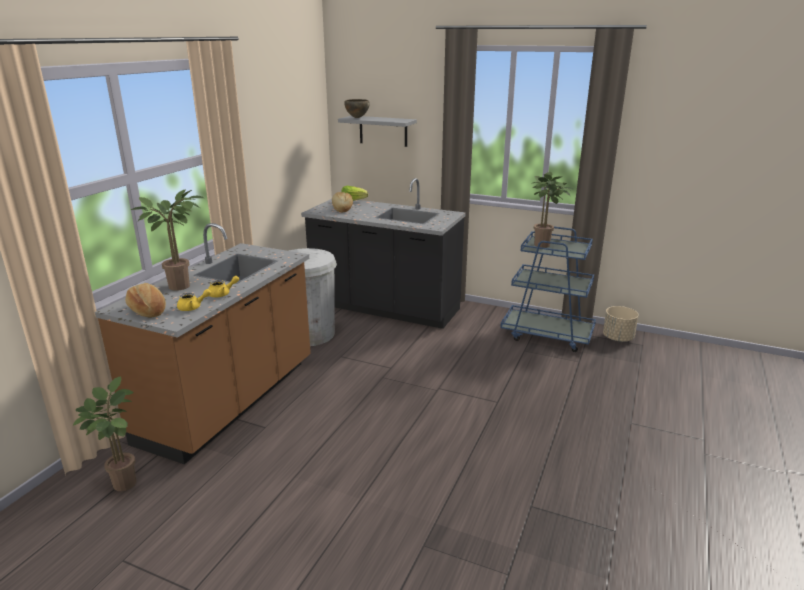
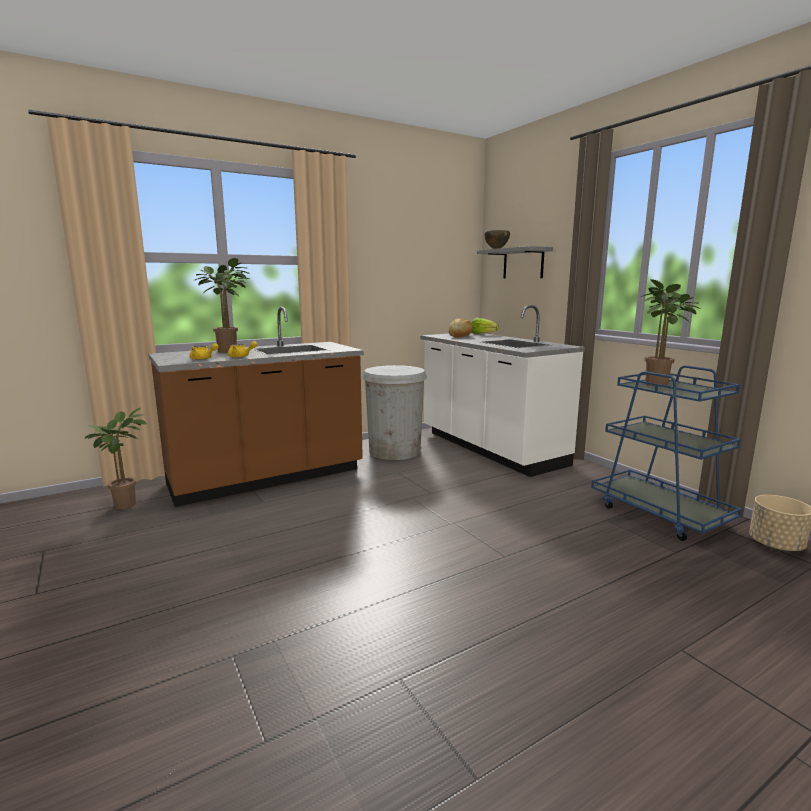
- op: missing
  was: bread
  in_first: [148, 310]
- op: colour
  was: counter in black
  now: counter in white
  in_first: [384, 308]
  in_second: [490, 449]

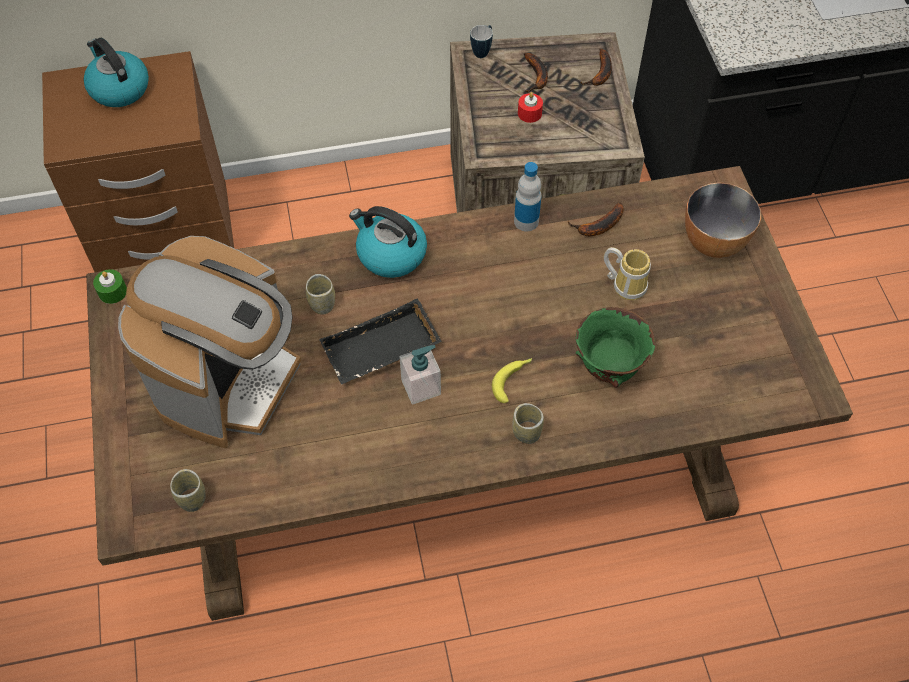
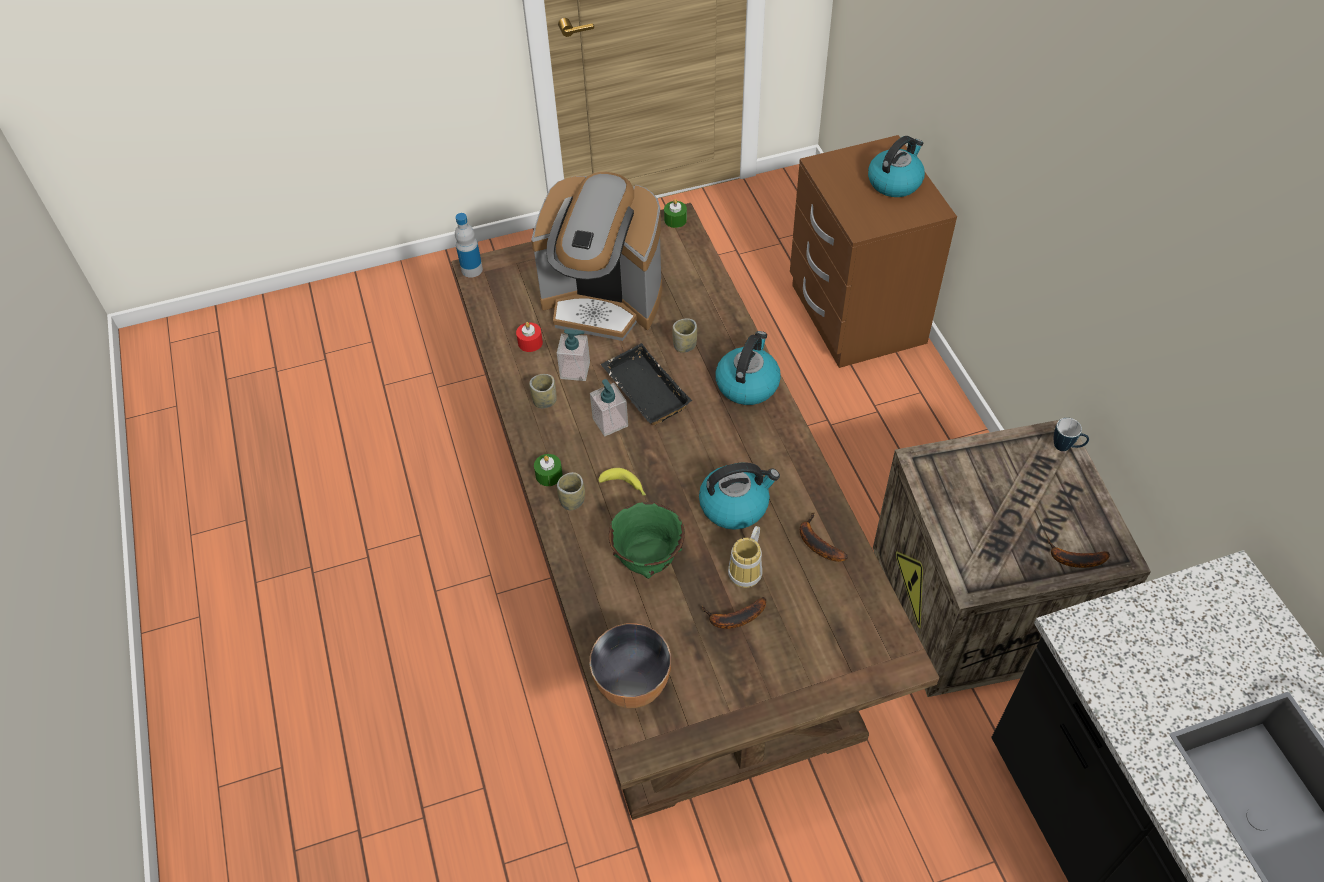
- op: relocated
  was: cup
  in_first: [192, 499]
  in_second: [545, 401]
- op: relocated
  was: bottle
  in_first: [526, 221]
  in_second: [472, 269]
- op: relocated
  was: candle in red
  in_first: [529, 113]
  in_second: [530, 342]
- op: relocated
  was: banana
  in_first: [536, 77]
  in_second: [733, 618]
- op: relocated
  was: bowl
  in_first: [713, 242]
  in_second: [632, 684]
- op: appeared
  now: candle in green
  in_second: [549, 475]
- op: appeared
  now: soap dispenser
  in_second: [575, 370]
- op: appeared
  now: kettle
  in_second: [735, 505]

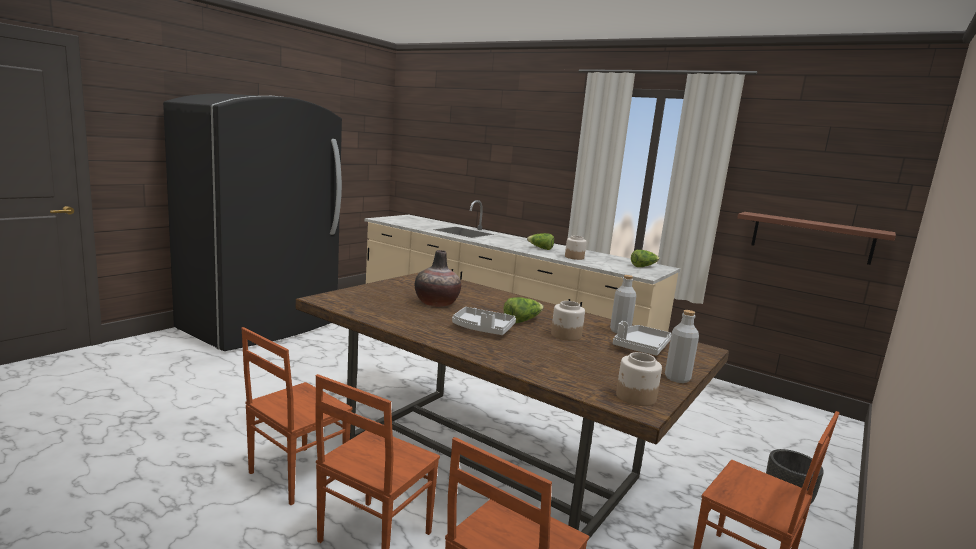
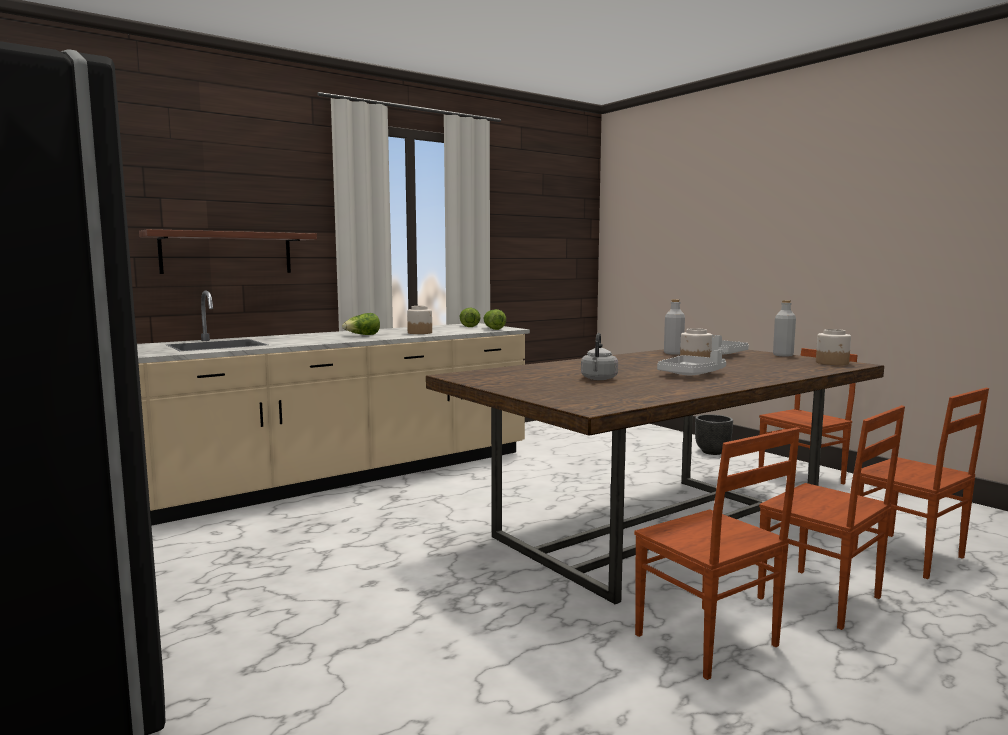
- op: exchanged
  was: vase
  now: kettle in grey
  in_first: [436, 303]
  in_second: [598, 379]
- op: relocated
  was: lettuce
  in_first: [522, 321]
  in_second: [493, 328]
- op: relocated
  was: shelf
  in_first: [811, 237]
  in_second: [227, 253]

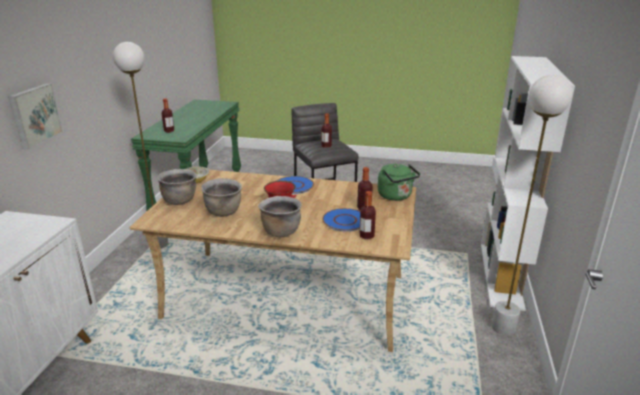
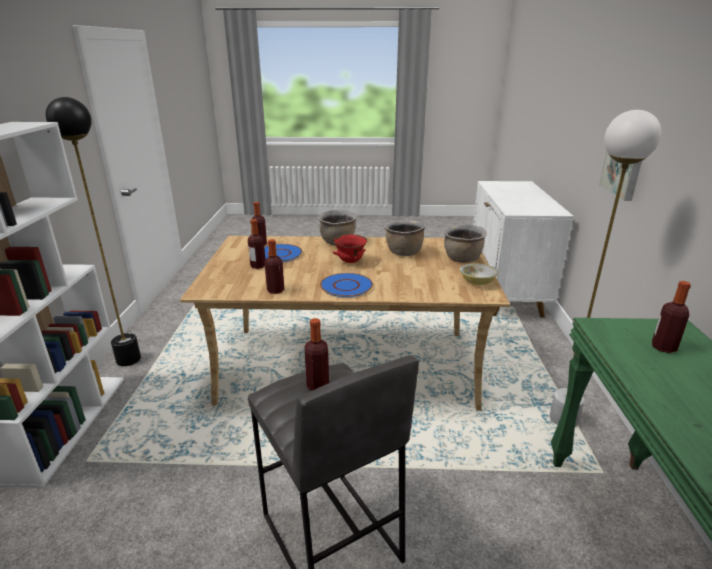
- op: missing
  was: kettle in green
  in_first: [396, 196]
- op: colour
  was: floor lamp in white
  now: floor lamp in black
  in_first: [503, 328]
  in_second: [128, 359]
- op: appeared
  now: bottle
  in_second: [275, 290]

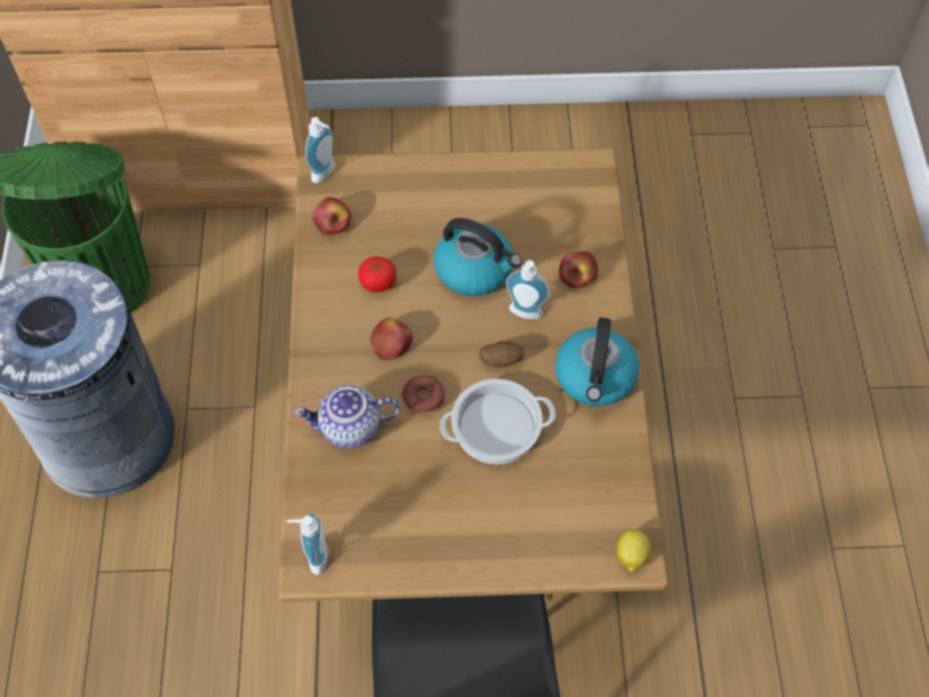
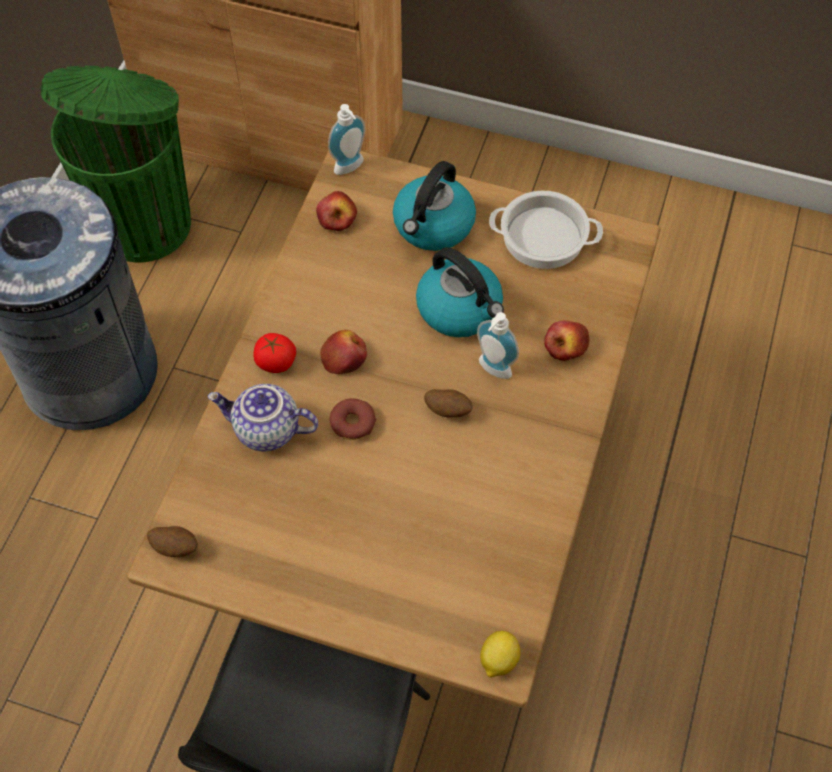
- op: exchanged
  was: soap dispenser
  now: potato
  in_first: [313, 556]
  in_second: [175, 547]
- op: relocated
  was: tomato
  in_first: [378, 283]
  in_second: [276, 362]
- op: relocated
  was: cooking pot
  in_first: [496, 428]
  in_second: [542, 237]
- op: relocated
  was: kettle
  in_first: [595, 378]
  in_second: [433, 226]

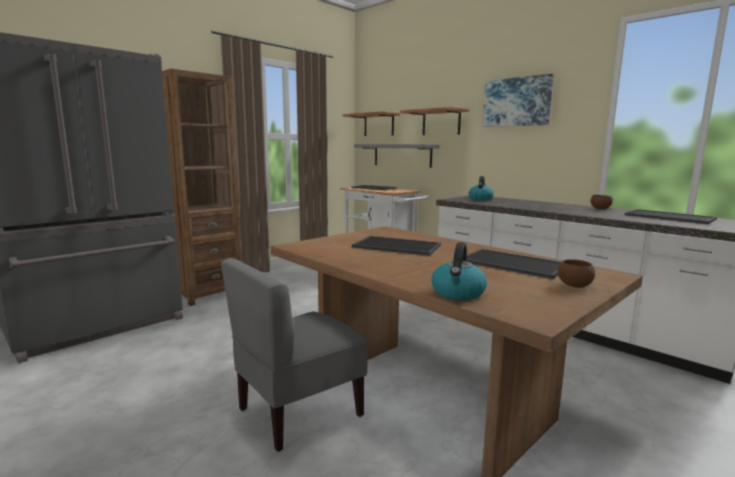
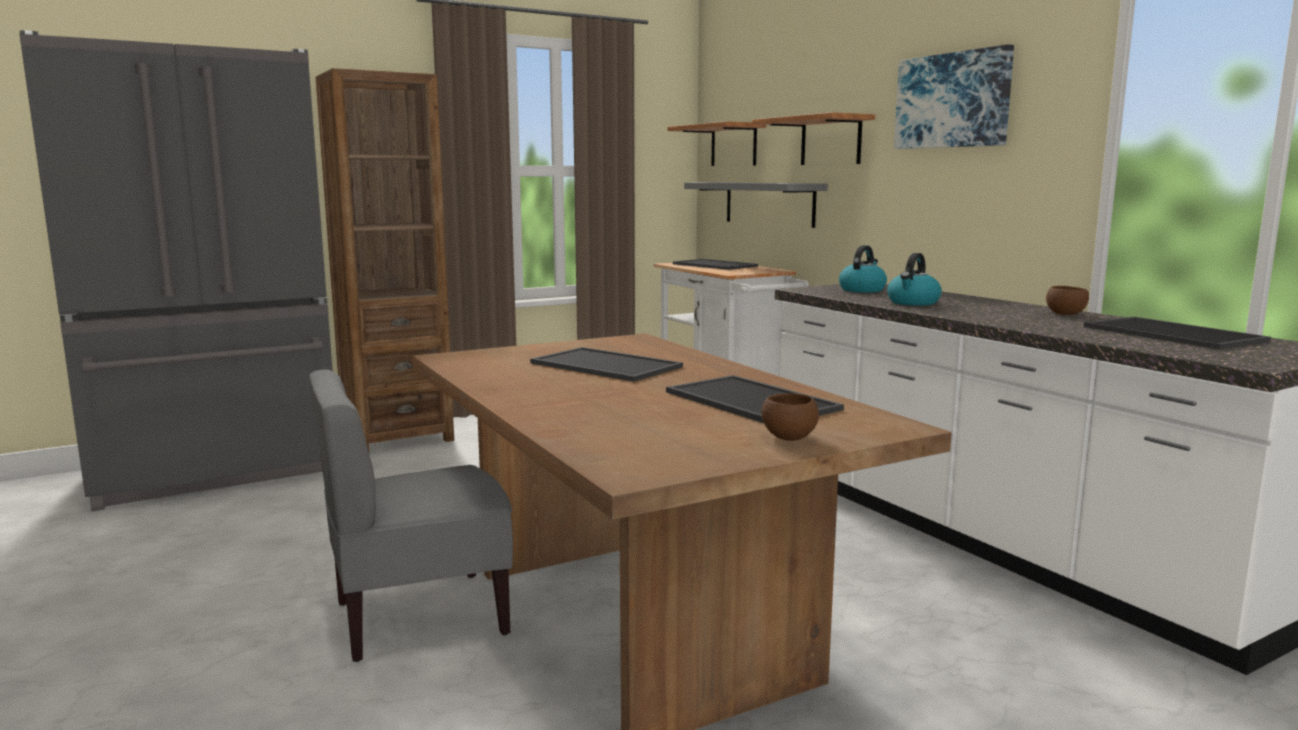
- op: relocated
  was: kettle
  in_first: [458, 293]
  in_second: [913, 302]

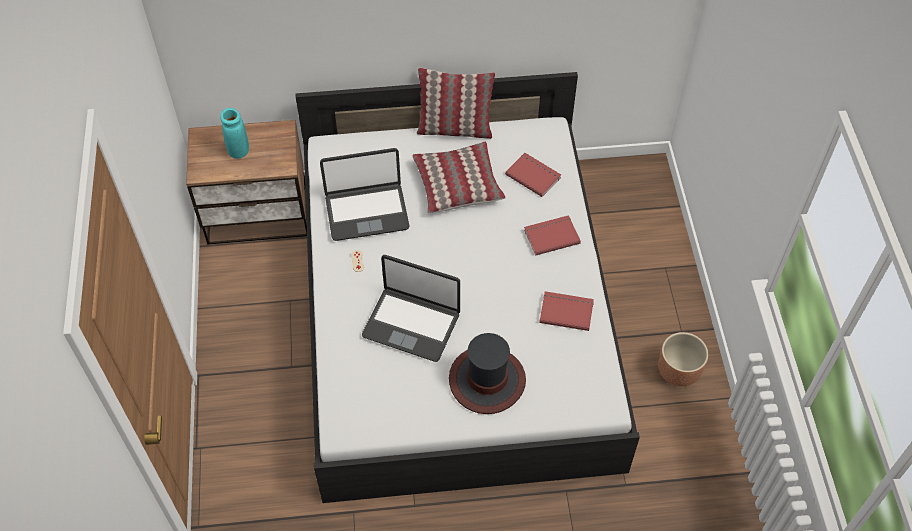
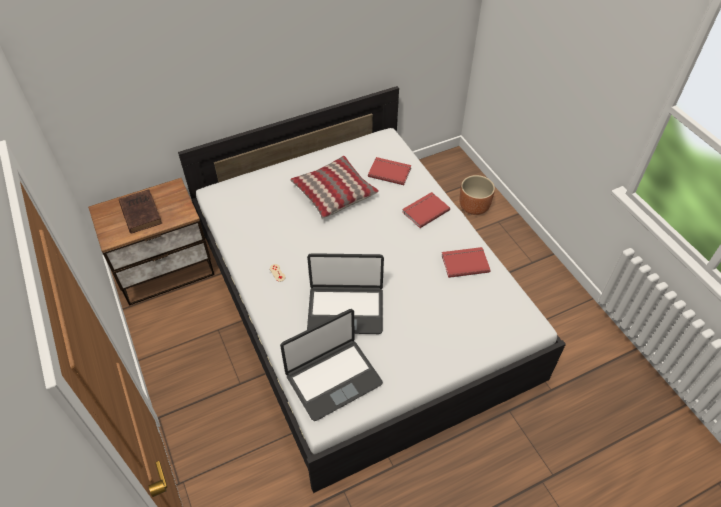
- op: exchanged
  was: vase in turquoise
  now: book in brown
  in_first: [239, 151]
  in_second: [140, 212]
- op: relocated
  was: laptop
  in_first: [366, 212]
  in_second: [333, 379]
- op: missing
  was: pillow
  in_first: [455, 128]
- op: missing
  was: hat
  in_first: [487, 380]
- op: relocated
  was: planter in brown
  in_first: [679, 372]
  in_second: [474, 207]

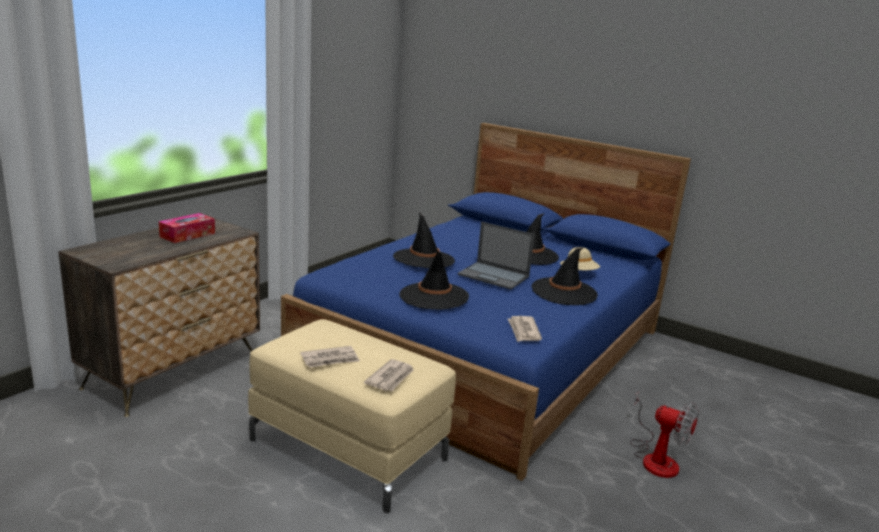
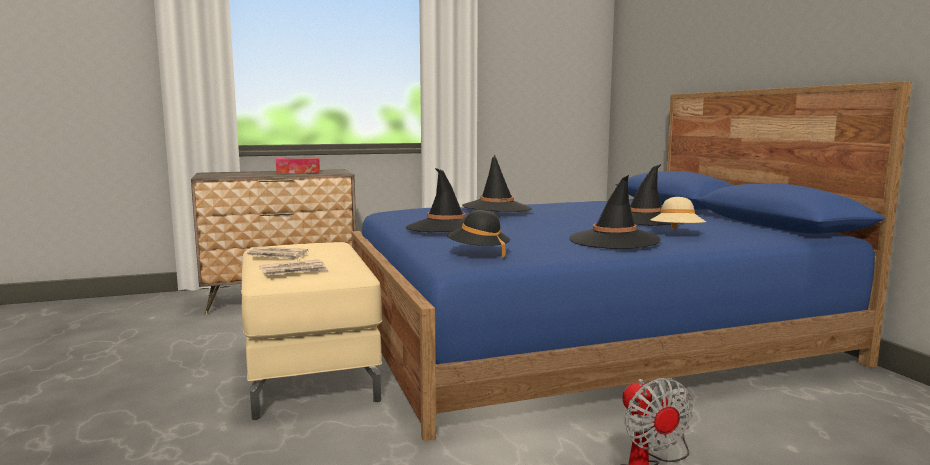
- op: missing
  was: laptop
  in_first: [494, 276]
- op: exchanged
  was: newspaper
  now: hat in black
  in_first: [523, 331]
  in_second: [478, 253]

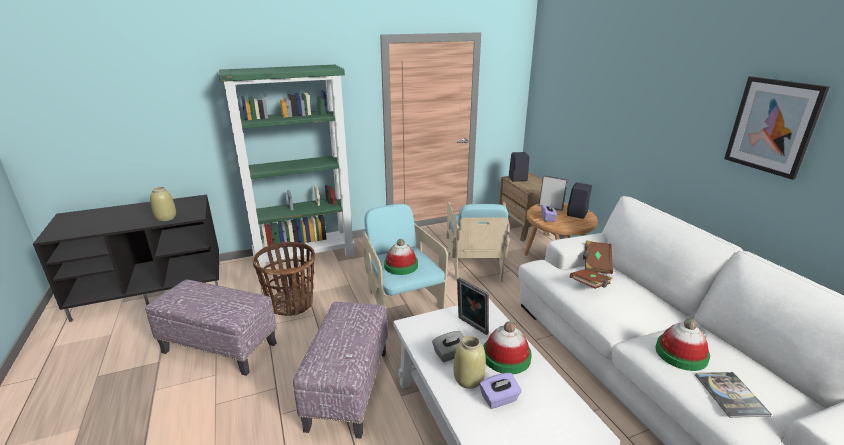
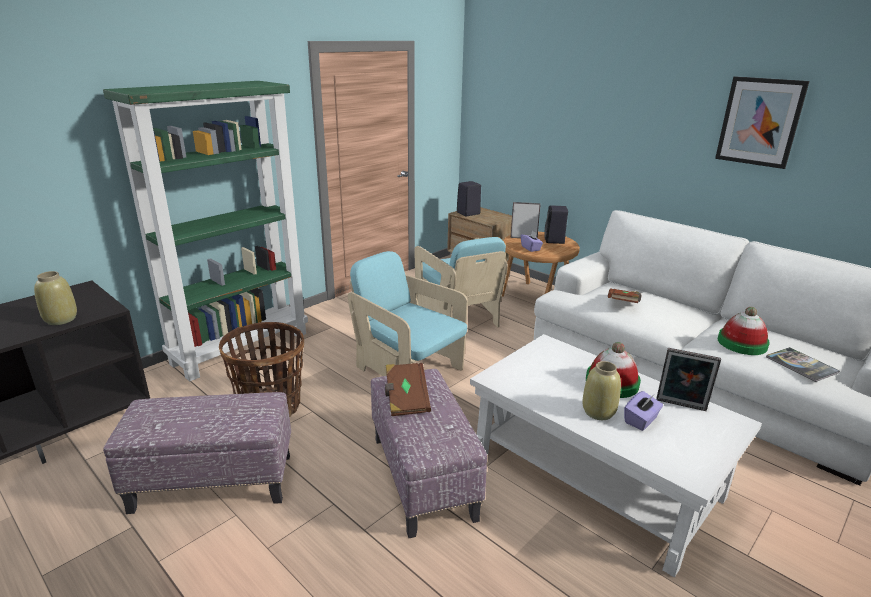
- op: missing
  was: hat
  in_first: [401, 266]
- op: missing
  was: tissue box in grey
  in_first: [450, 354]
- op: relocated
  was: picture frame
  in_first: [471, 326]
  in_second: [680, 406]
- op: relocated
  was: book in brown
  in_first: [596, 264]
  in_second: [406, 399]

